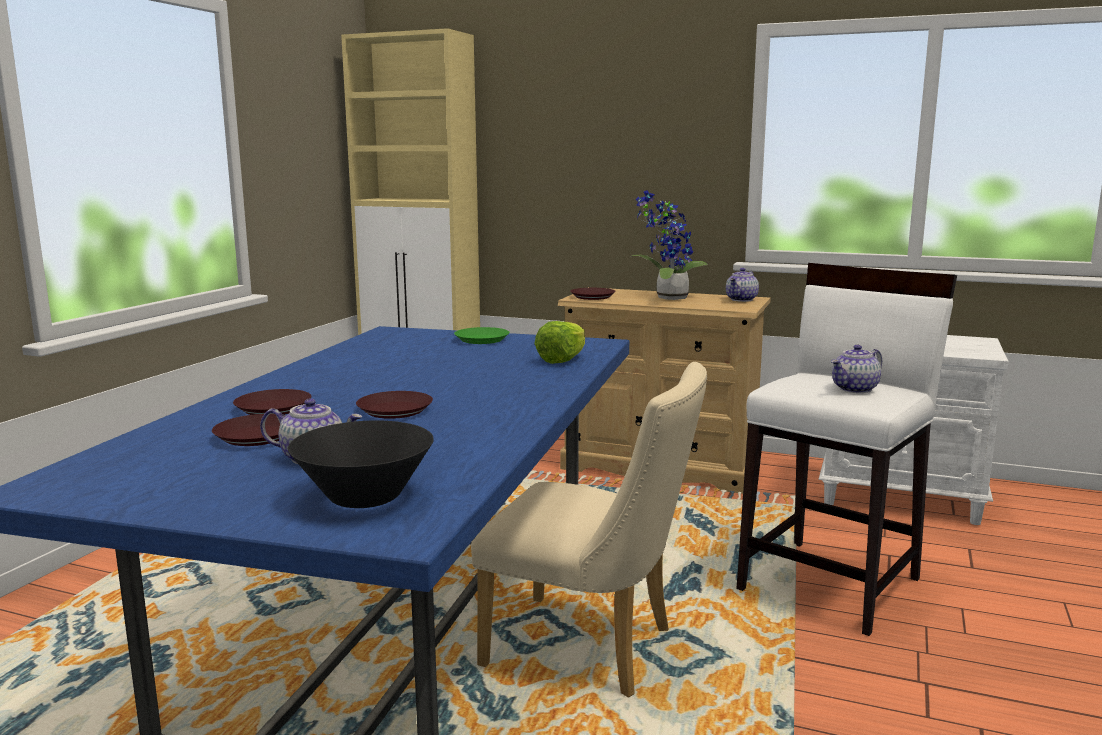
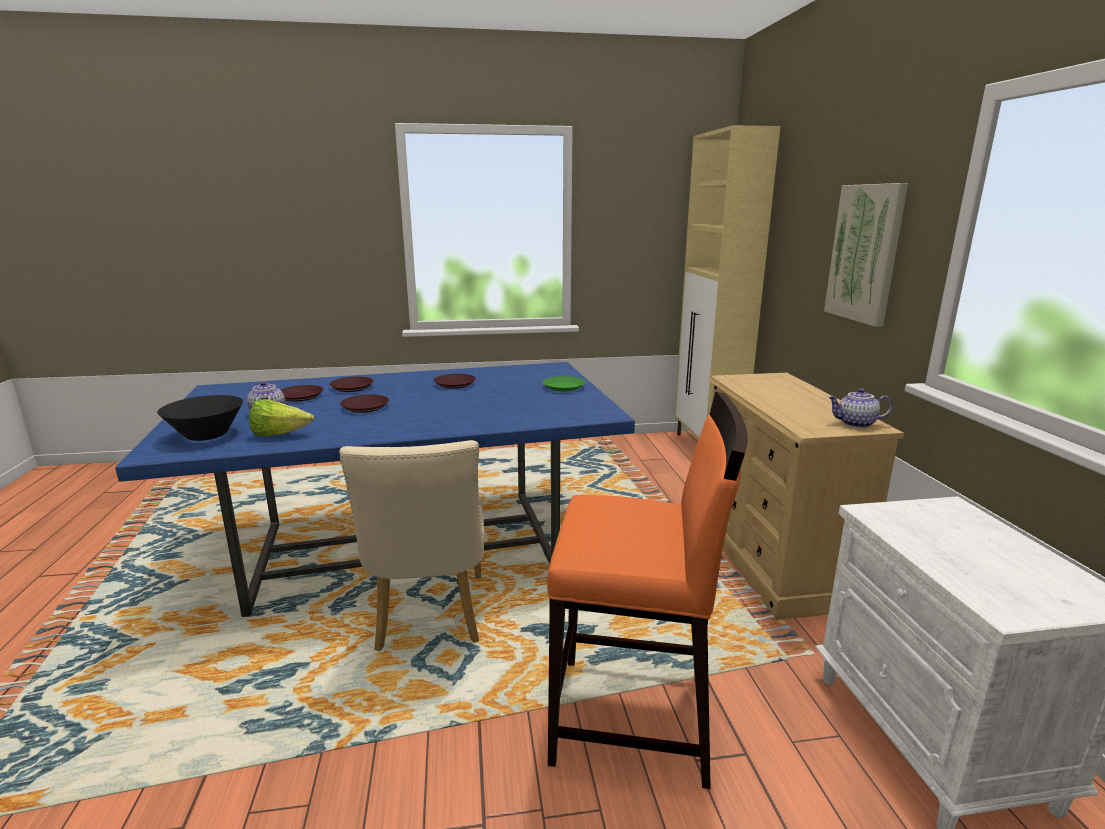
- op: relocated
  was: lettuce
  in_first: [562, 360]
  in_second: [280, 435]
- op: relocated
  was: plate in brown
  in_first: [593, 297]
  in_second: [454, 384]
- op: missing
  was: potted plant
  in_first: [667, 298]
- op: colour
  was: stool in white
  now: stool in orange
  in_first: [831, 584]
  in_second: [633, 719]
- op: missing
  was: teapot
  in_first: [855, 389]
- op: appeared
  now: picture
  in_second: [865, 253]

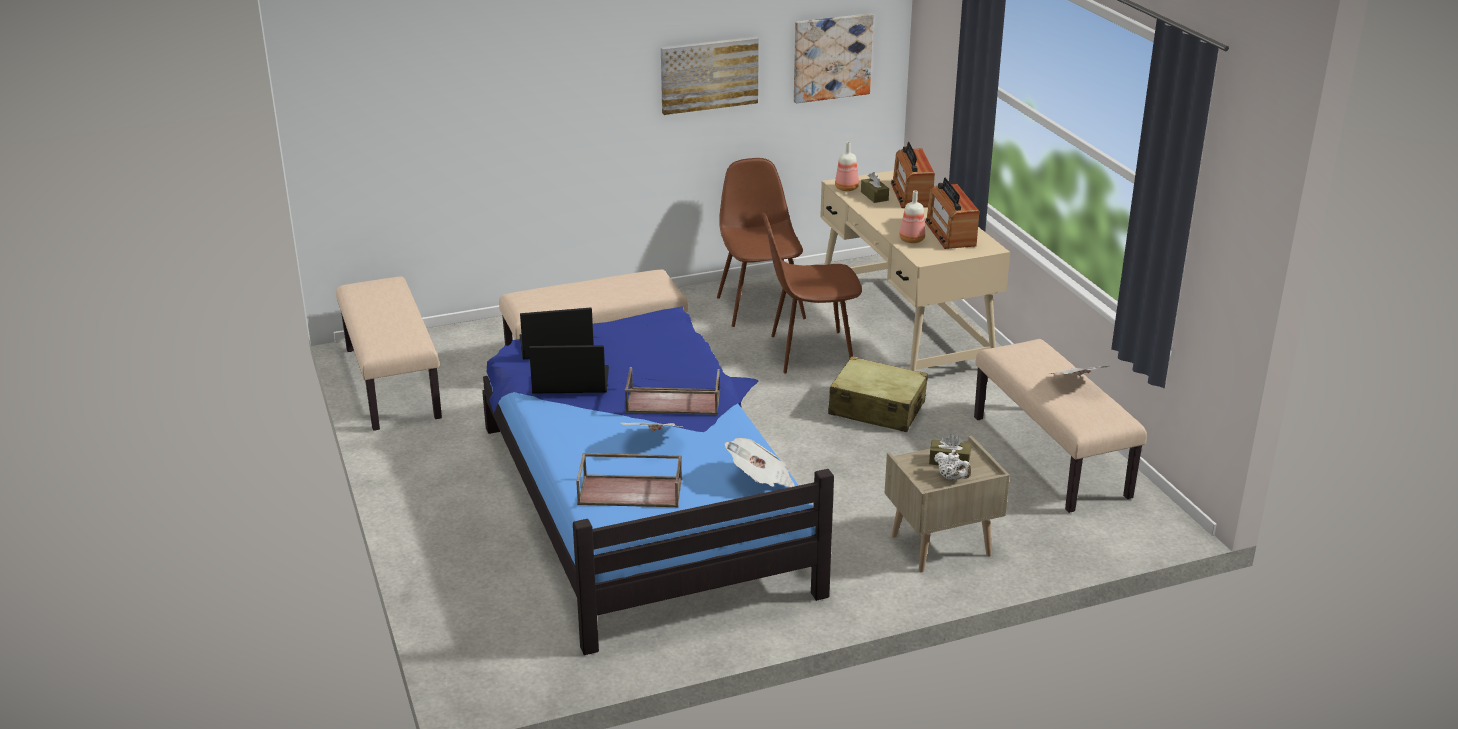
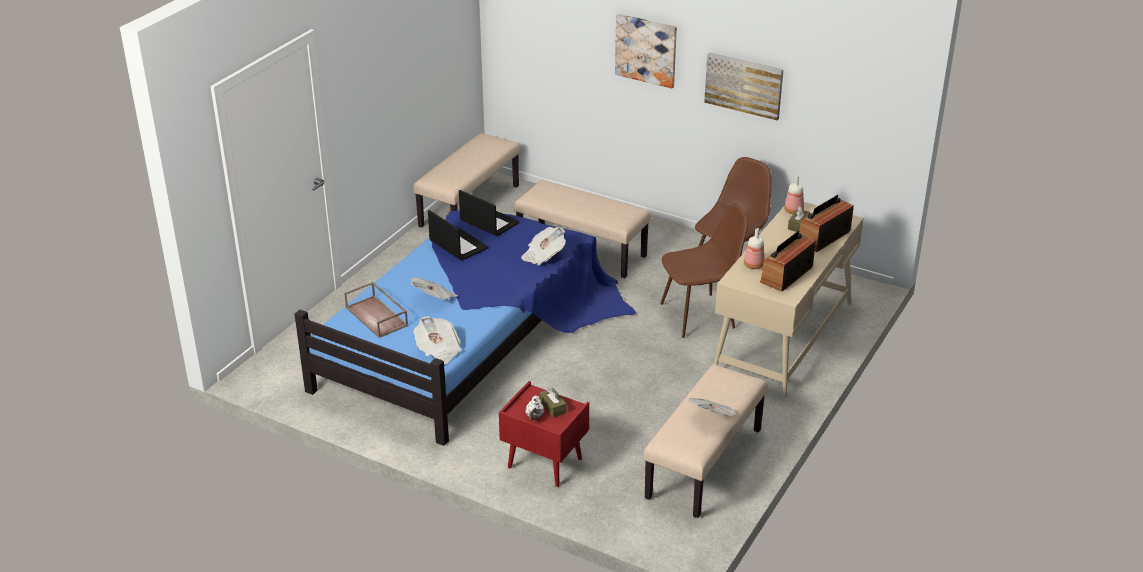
- op: missing
  was: tray in brown
  in_first: [672, 402]
- op: spun
  was: chair in brown
  in_first: [809, 352]
  in_second: [699, 315]
  clockwise: 120
- op: relocated
  was: picture
  in_first: [832, 57]
  in_second: [646, 50]
- op: missing
  was: suitcase in beige
  in_first: [876, 409]
- op: colour
  was: nightstand in beige
  now: nightstand in red
  in_first: [940, 546]
  in_second: [543, 463]
- op: appeared
  now: newspaper
  in_second: [543, 256]

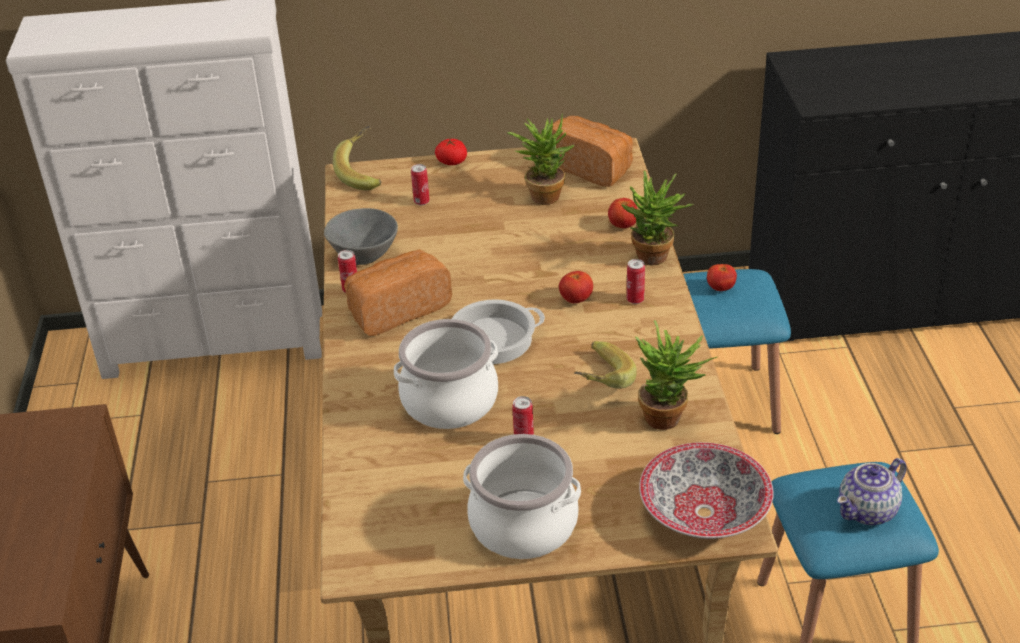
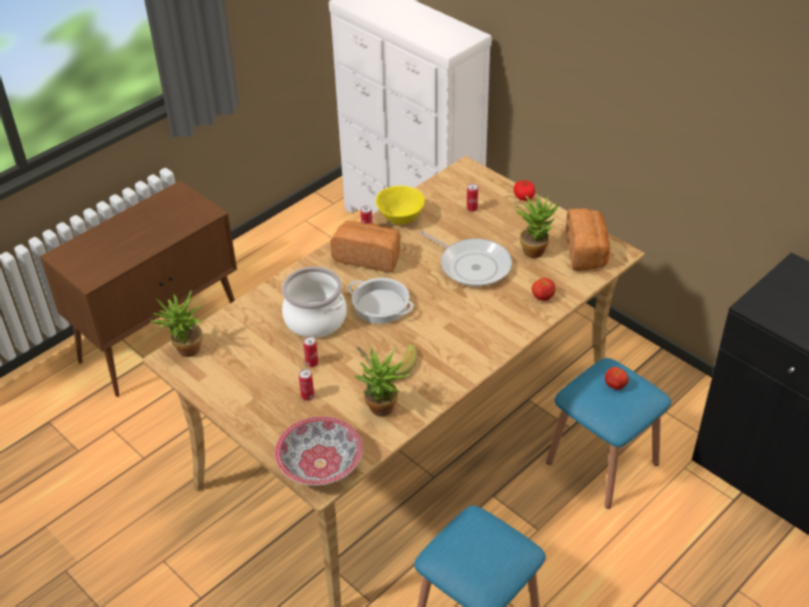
- op: colour
  was: bowl in grey
  now: bowl in yellow
  in_first: [365, 257]
  in_second: [400, 219]
- op: missing
  was: banana
  in_first: [365, 173]
- op: missing
  was: cooking pot
  in_first: [524, 524]
- op: missing
  was: tomato
  in_first: [576, 299]
- op: relocated
  was: potted plant
  in_first: [654, 260]
  in_second: [185, 352]
- op: relocated
  was: can
  in_first: [635, 300]
  in_second: [307, 396]
- op: missing
  was: teapot
  in_first: [868, 510]
- op: appeared
  now: frying pan
  in_second: [472, 265]

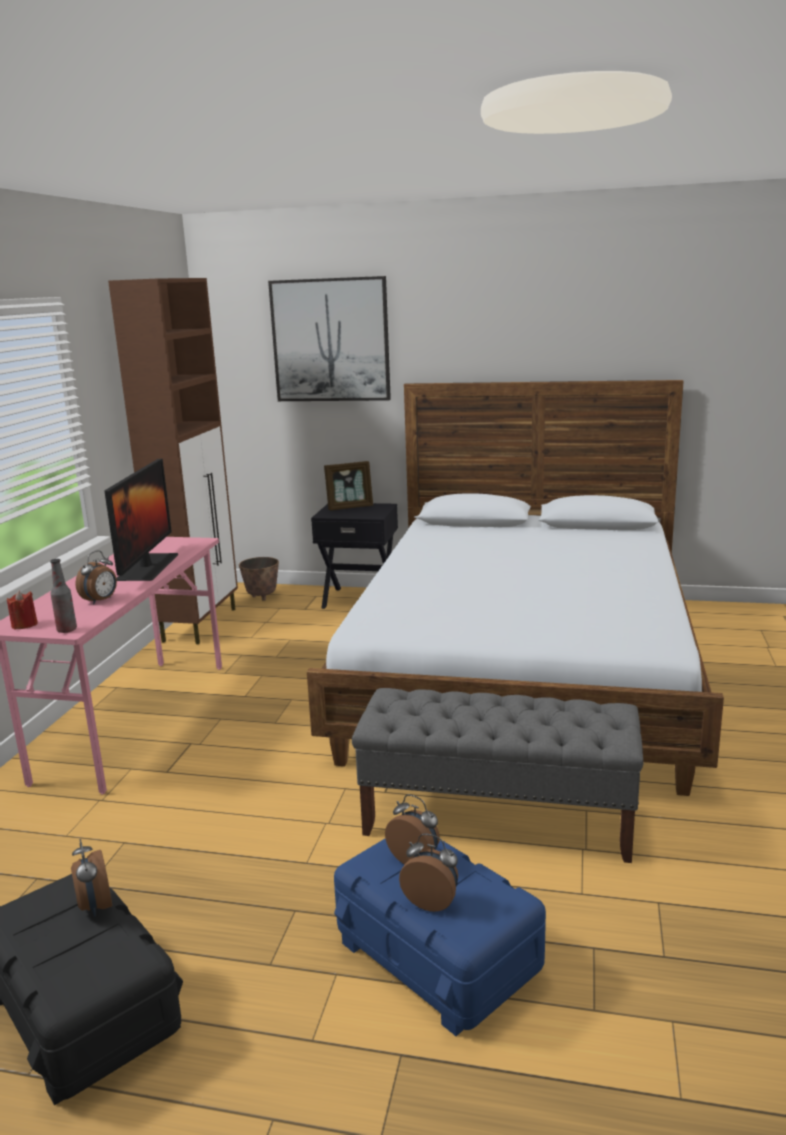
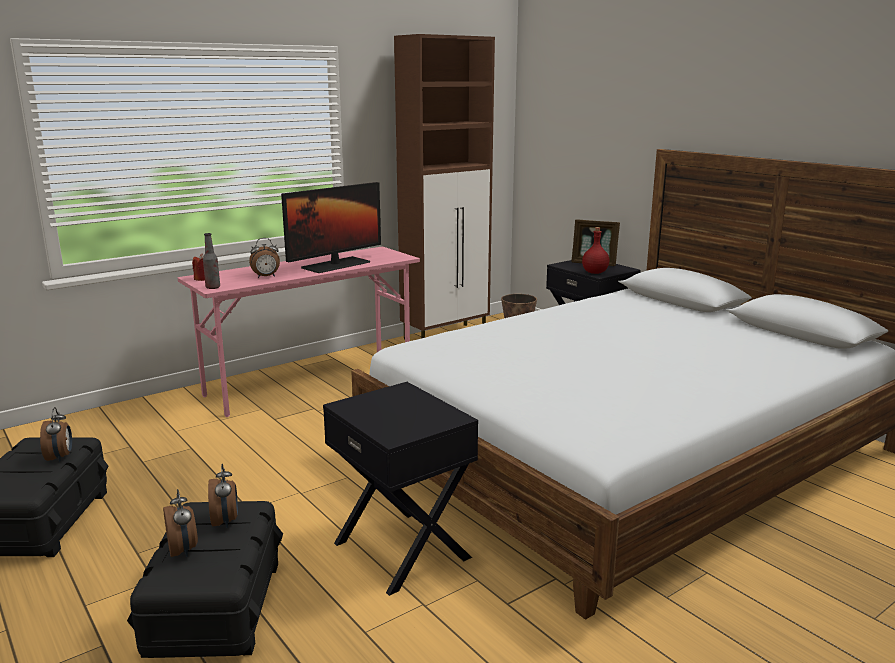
- op: spun
  was: alarm clock
  in_first: [94, 906]
  in_second: [60, 457]
  clockwise: 150
- op: missing
  was: picture
  in_first: [330, 340]
- op: colour
  was: storage box in blue
  now: storage box in black
  in_first: [436, 955]
  in_second: [214, 606]
- op: exchanged
  was: bench in grey
  now: nightstand in black
  in_first: [498, 819]
  in_second: [403, 549]
- op: appeared
  now: bottle in red
  in_second: [594, 272]

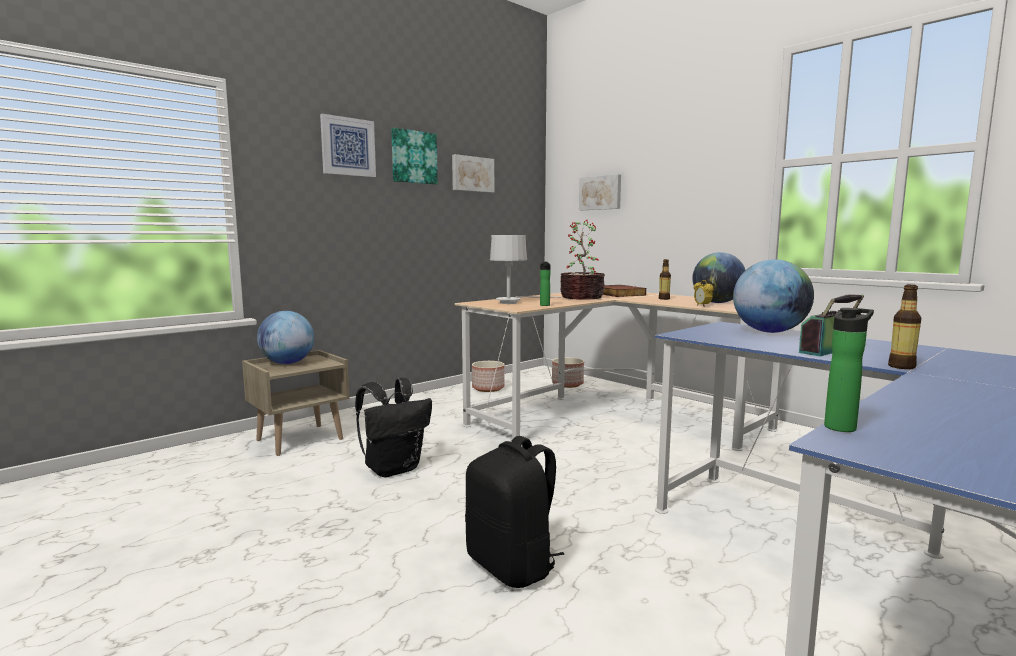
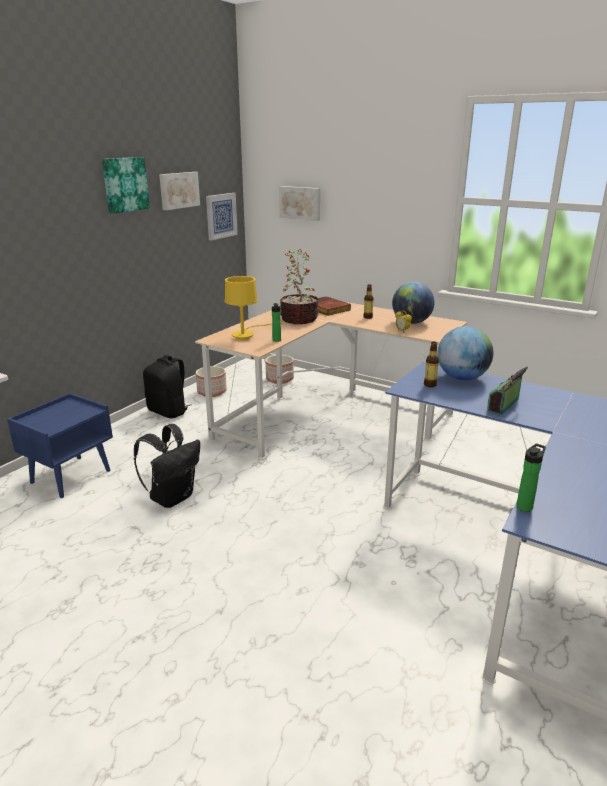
- op: colour
  was: nightstand in beige
  now: nightstand in blue
  in_first: [300, 439]
  in_second: [71, 476]
- op: missing
  was: globe
  in_first: [287, 363]
- op: relocated
  was: picture
  in_first: [348, 147]
  in_second: [221, 216]
- op: relocated
  was: backpack in black
  in_first: [512, 565]
  in_second: [169, 411]
- op: colour
  was: table lamp in white
  now: table lamp in yellow
  in_first: [513, 302]
  in_second: [246, 335]
- op: relocated
  was: bottle
  in_first: [901, 367]
  in_second: [430, 385]

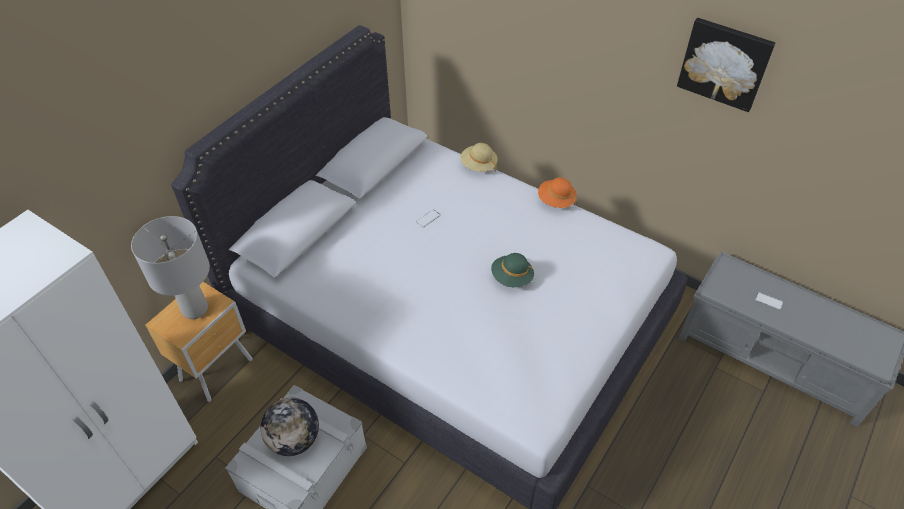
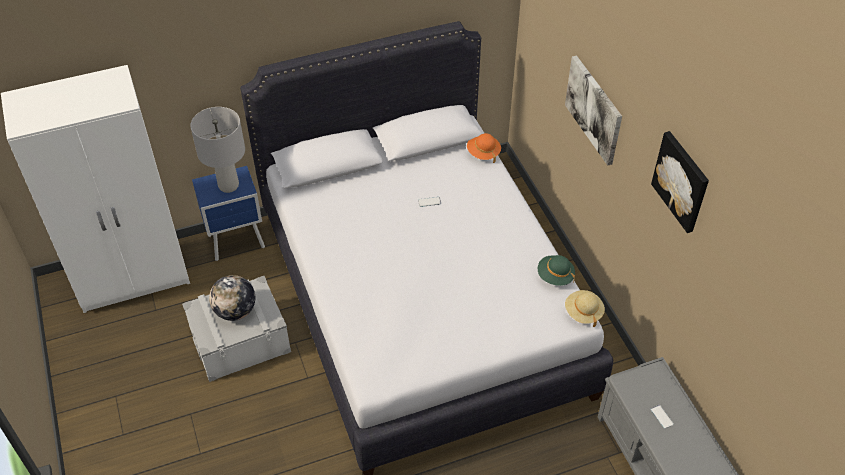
- op: colour
  was: nightstand in brown
  now: nightstand in blue
  in_first: [218, 369]
  in_second: [238, 242]
- op: relocated
  was: hat in beige
  in_first: [478, 165]
  in_second: [583, 312]
- op: relocated
  was: hat in green
  in_first: [512, 278]
  in_second: [555, 276]
- op: relocated
  was: hat in orange
  in_first: [556, 201]
  in_second: [483, 153]
- op: appeared
  now: picture
  in_second: [594, 109]

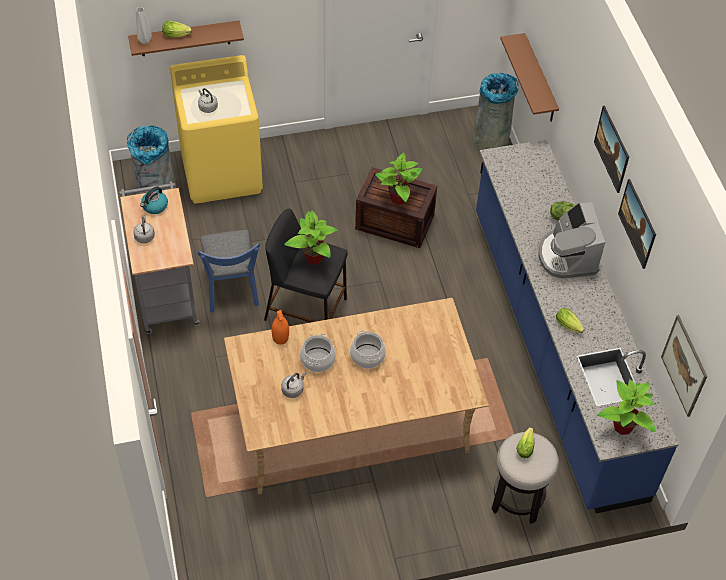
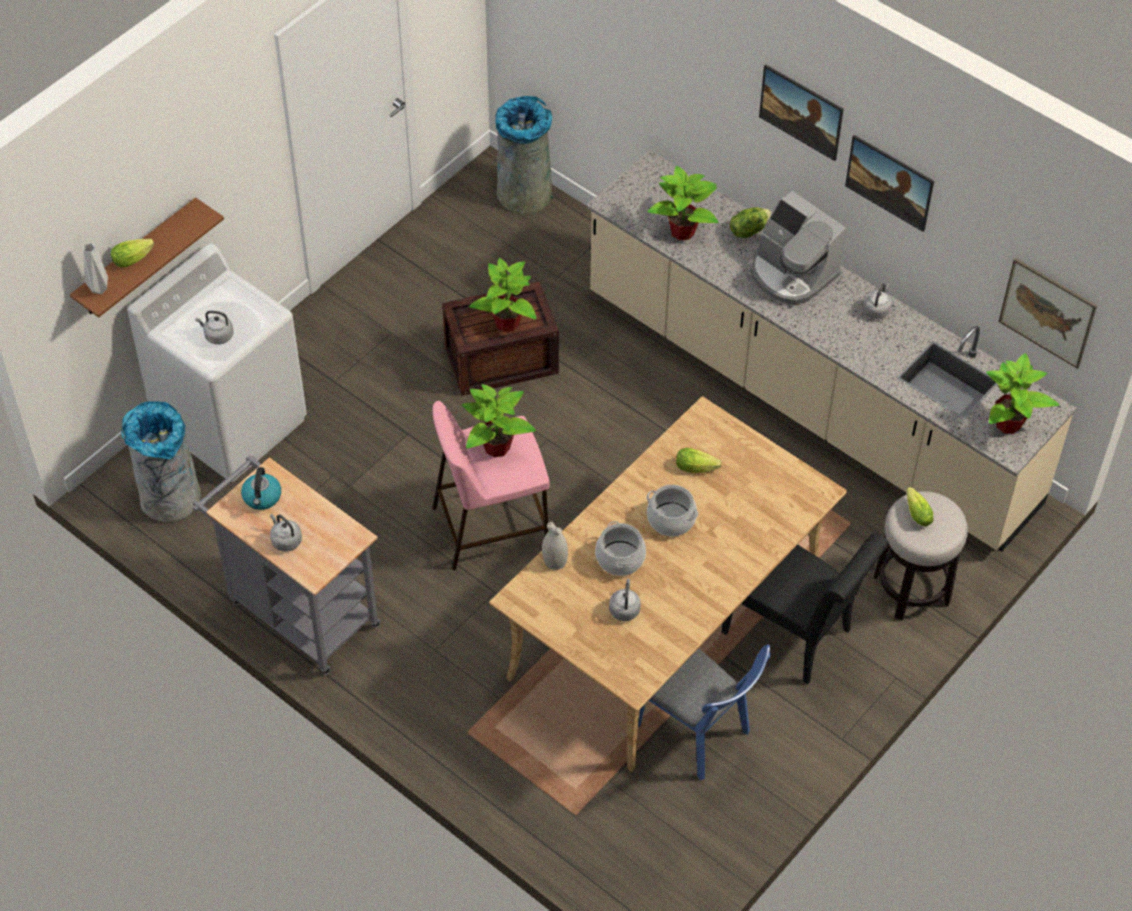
- op: colour
  was: washing machine in yellow
  now: washing machine in white
  in_first: [222, 172]
  in_second: [232, 422]
- op: relocated
  was: chair in blue
  in_first: [231, 290]
  in_second: [698, 734]
- op: colour
  was: stool in black
  now: stool in pink
  in_first: [307, 309]
  in_second: [492, 525]
- op: colour
  was: vase in orange
  now: vase in white
  in_first: [280, 337]
  in_second: [554, 560]
- op: colour
  was: counter in blue
  now: counter in beige
  in_first: [554, 349]
  in_second: [808, 400]
- op: missing
  was: shelf in brown
  in_first: [539, 80]
- op: relocated
  was: lettuce
  in_first: [569, 326]
  in_second: [698, 468]
- op: appeared
  now: potted plant
  in_second: [683, 231]
- op: appeared
  now: chair in black
  in_second: [794, 636]
- op: appeared
  now: kettle in grey
  in_second: [876, 309]

